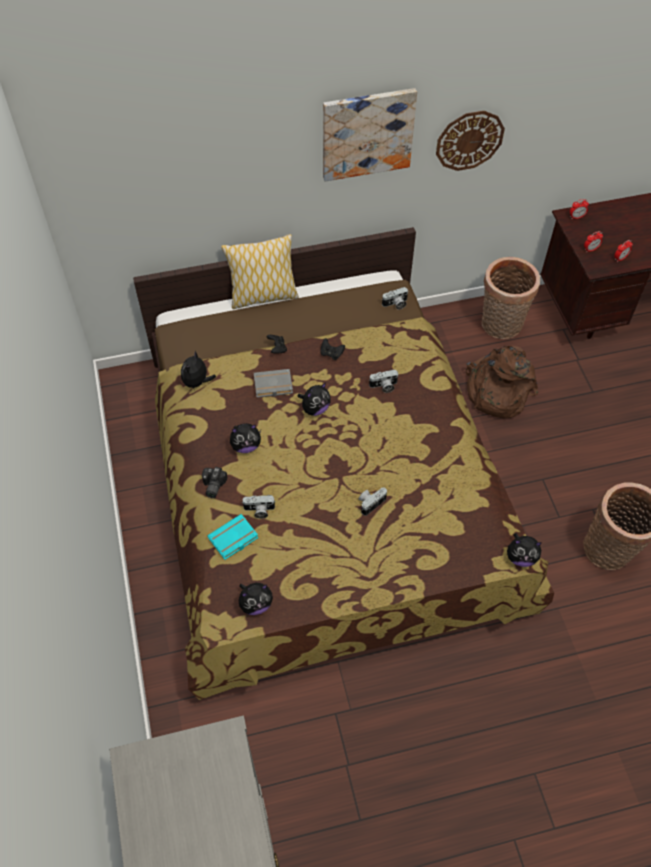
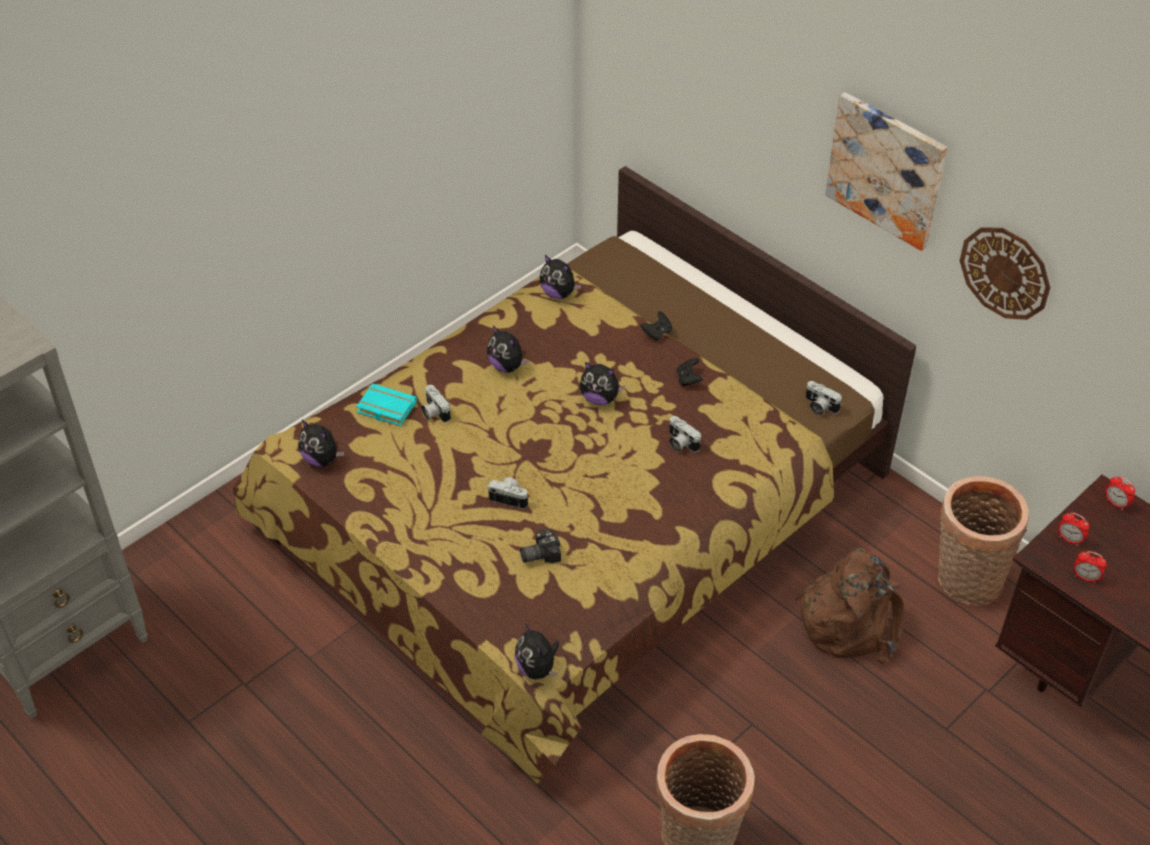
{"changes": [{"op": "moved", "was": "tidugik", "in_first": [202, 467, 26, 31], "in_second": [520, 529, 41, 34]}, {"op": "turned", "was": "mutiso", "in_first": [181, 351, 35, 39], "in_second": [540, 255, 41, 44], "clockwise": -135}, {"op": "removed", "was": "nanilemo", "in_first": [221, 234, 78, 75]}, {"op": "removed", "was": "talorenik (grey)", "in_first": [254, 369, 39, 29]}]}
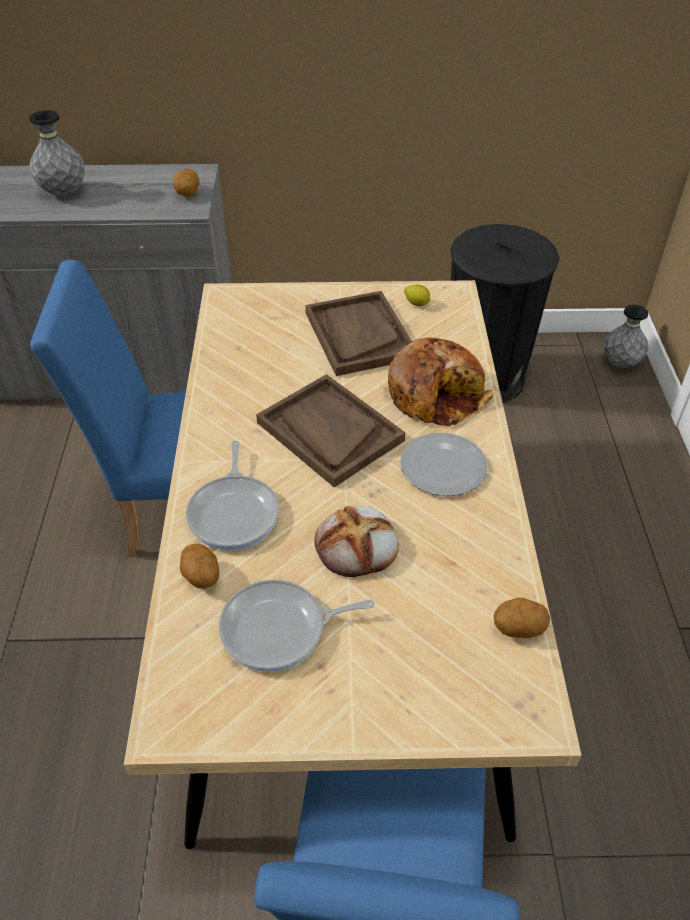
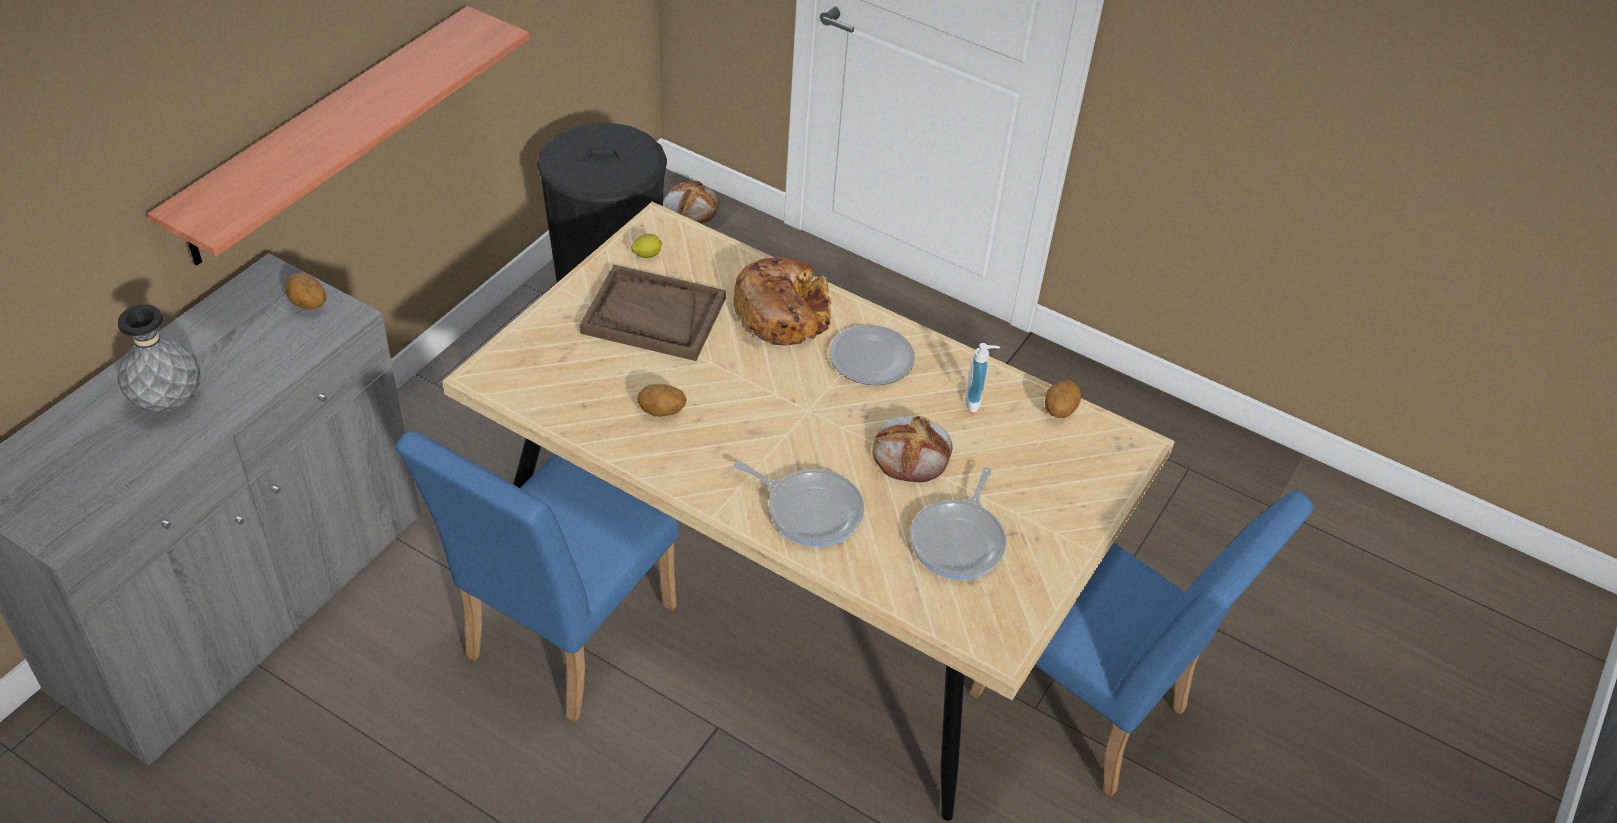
{"changes": [{"op": "added", "now": "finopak", "in_second": [148, 6, 381, 260]}, {"op": "moved", "was": "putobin", "in_first": [180, 544, 39, 45], "in_second": [638, 384, 49, 33]}, {"op": "replaced", "was": "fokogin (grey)", "now": "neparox", "in_first": [604, 304, 44, 64], "in_second": [663, 180, 57, 43]}, {"op": "added", "now": "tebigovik", "in_second": [965, 343, 35, 69]}, {"op": "removed", "was": "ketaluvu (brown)", "in_first": [256, 374, 149, 113]}]}
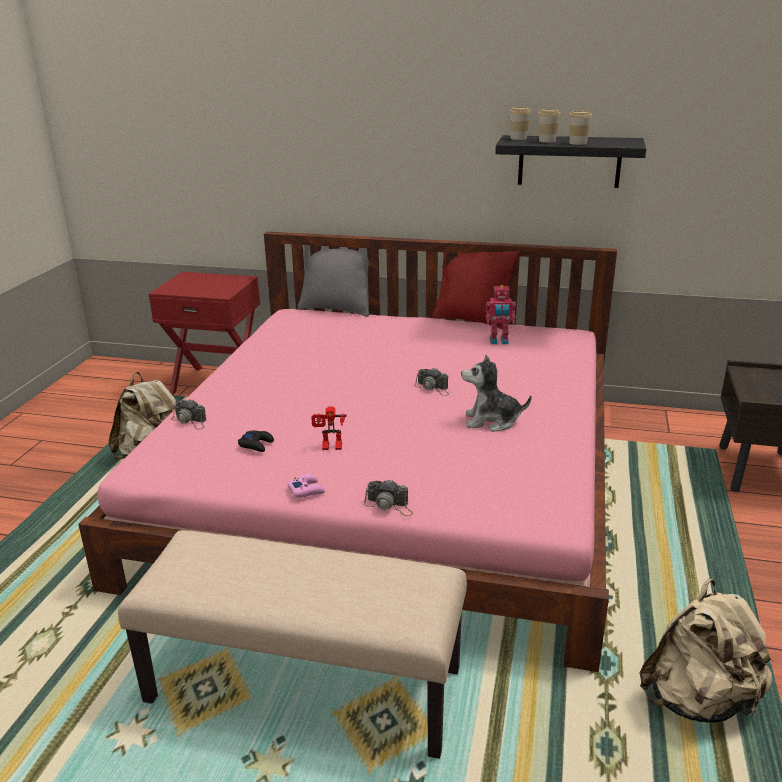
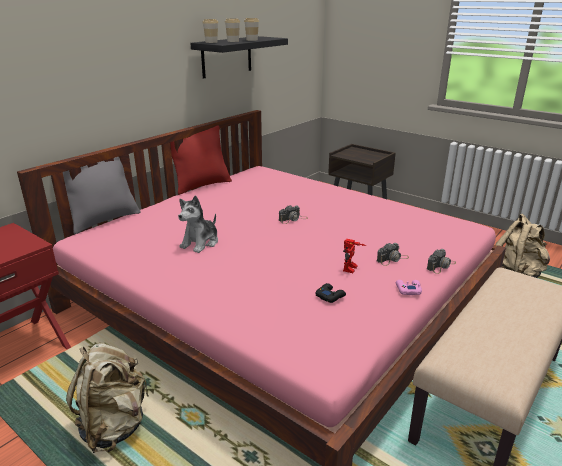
{"changes": [{"op": "moved", "was": "mutiso", "in_first": [461, 355, 71, 77], "in_second": [178, 195, 40, 58]}, {"op": "moved", "was": "tidugik", "in_first": [171, 399, 35, 30], "in_second": [377, 243, 32, 23]}, {"op": "removed", "was": "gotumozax", "in_first": [485, 285, 31, 59]}]}
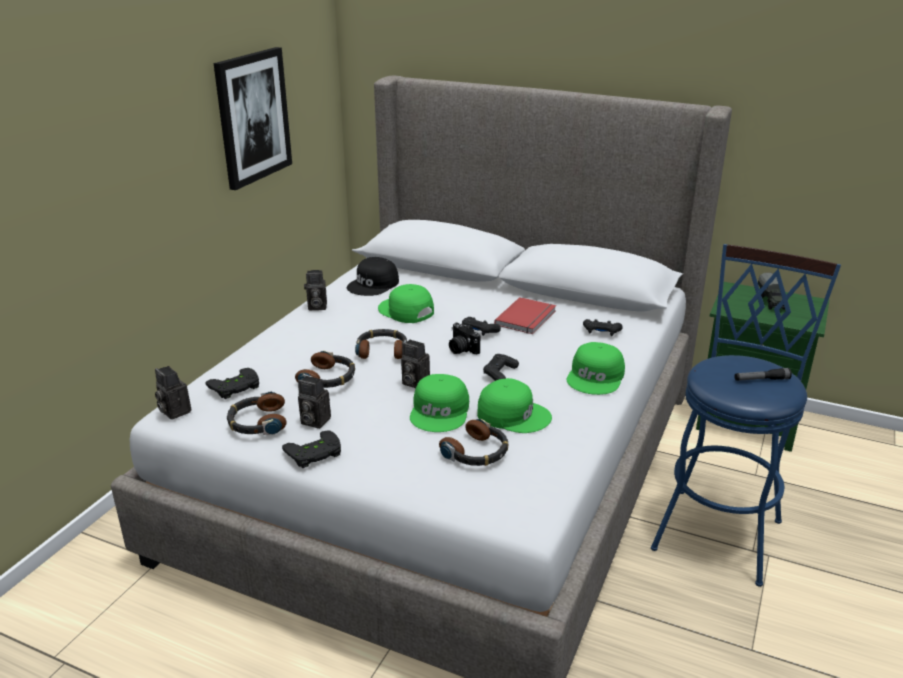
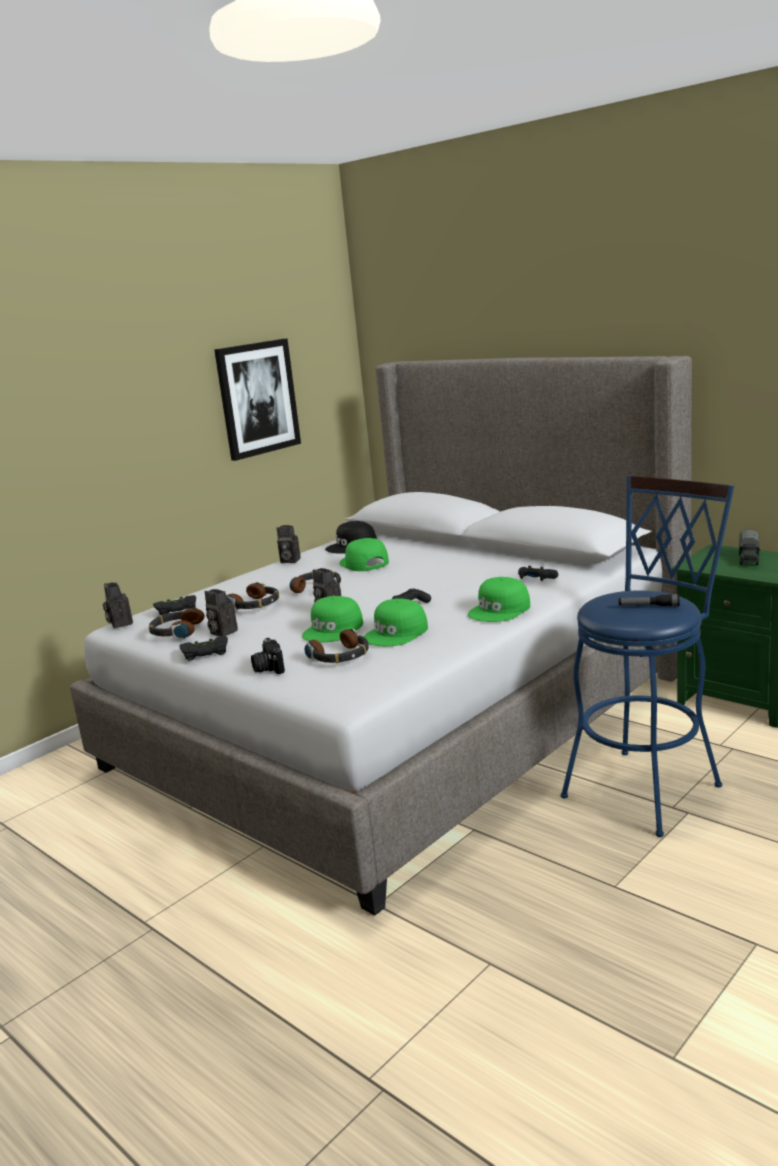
{"changes": [{"op": "moved", "was": "tidugik", "in_first": [449, 323, 31, 31], "in_second": [251, 638, 34, 36]}, {"op": "turned", "was": "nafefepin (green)", "in_first": [477, 378, 75, 55], "in_second": [364, 598, 64, 48], "clockwise": 90}, {"op": "removed", "was": "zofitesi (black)", "in_first": [462, 317, 39, 19]}, {"op": "removed", "was": "talorenik (red)", "in_first": [494, 297, 62, 37]}]}
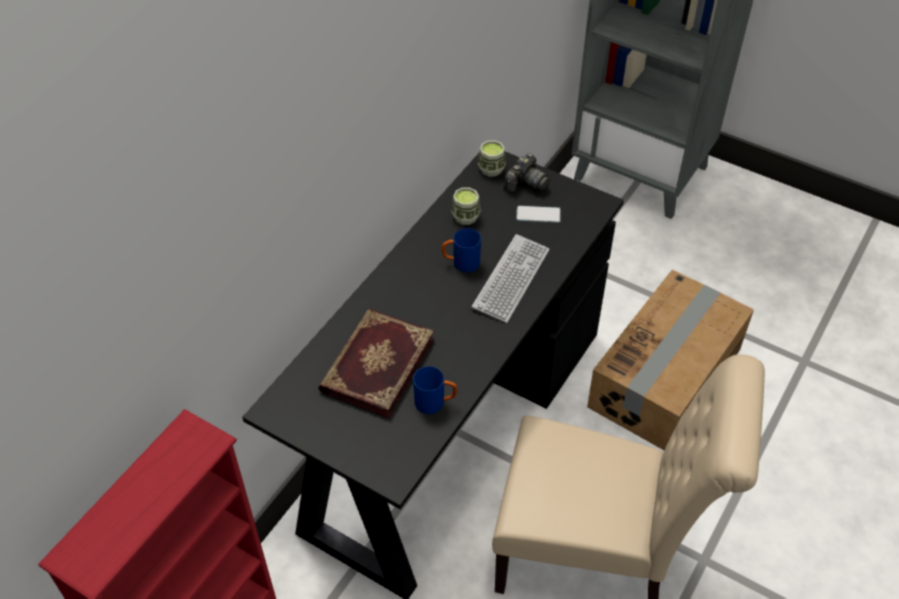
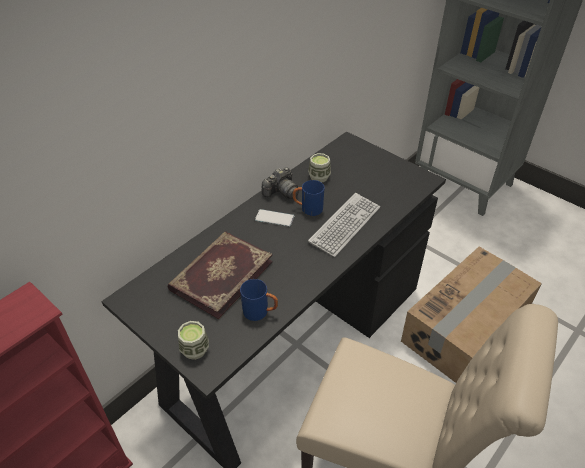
{"changes": [{"op": "moved", "was": "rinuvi", "in_first": [478, 140, 28, 37], "in_second": [178, 321, 31, 39]}, {"op": "moved", "was": "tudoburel", "in_first": [517, 206, 44, 17], "in_second": [255, 209, 39, 18]}, {"op": "moved", "was": "tidugik", "in_first": [504, 153, 46, 40], "in_second": [262, 167, 37, 32]}]}
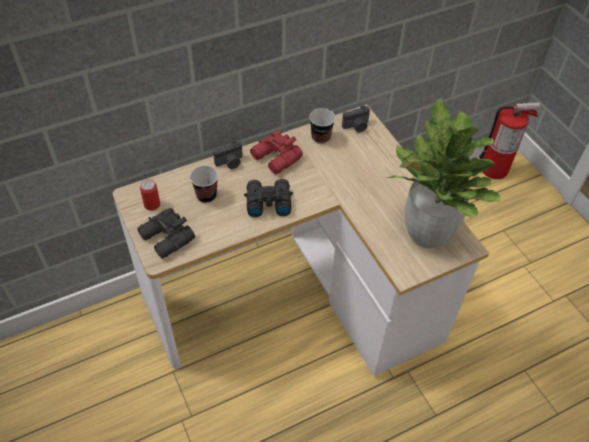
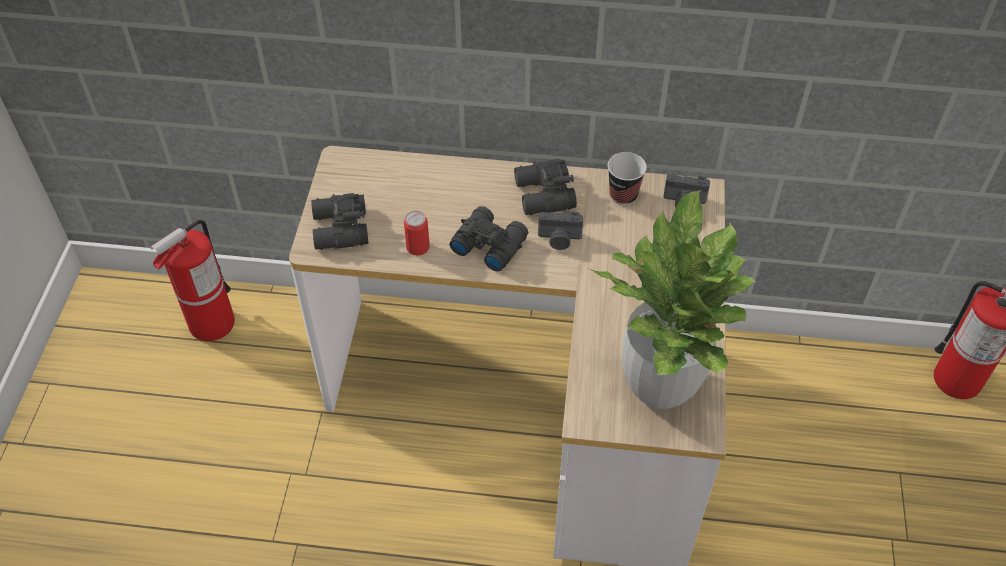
{"changes": [{"op": "added", "now": "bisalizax", "in_second": [150, 220, 85, 121]}, {"op": "moved", "was": "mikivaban", "in_first": [140, 179, 20, 31], "in_second": [404, 211, 26, 45]}, {"op": "recoloured", "was": "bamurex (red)", "now": "bamurex (black)", "in_first": [250, 130, 53, 44], "in_second": [514, 159, 63, 56]}, {"op": "moved", "was": "tidugik", "in_first": [213, 140, 30, 29], "in_second": [538, 211, 45, 39]}, {"op": "removed", "was": "rinuvi", "in_first": [190, 166, 28, 37]}]}
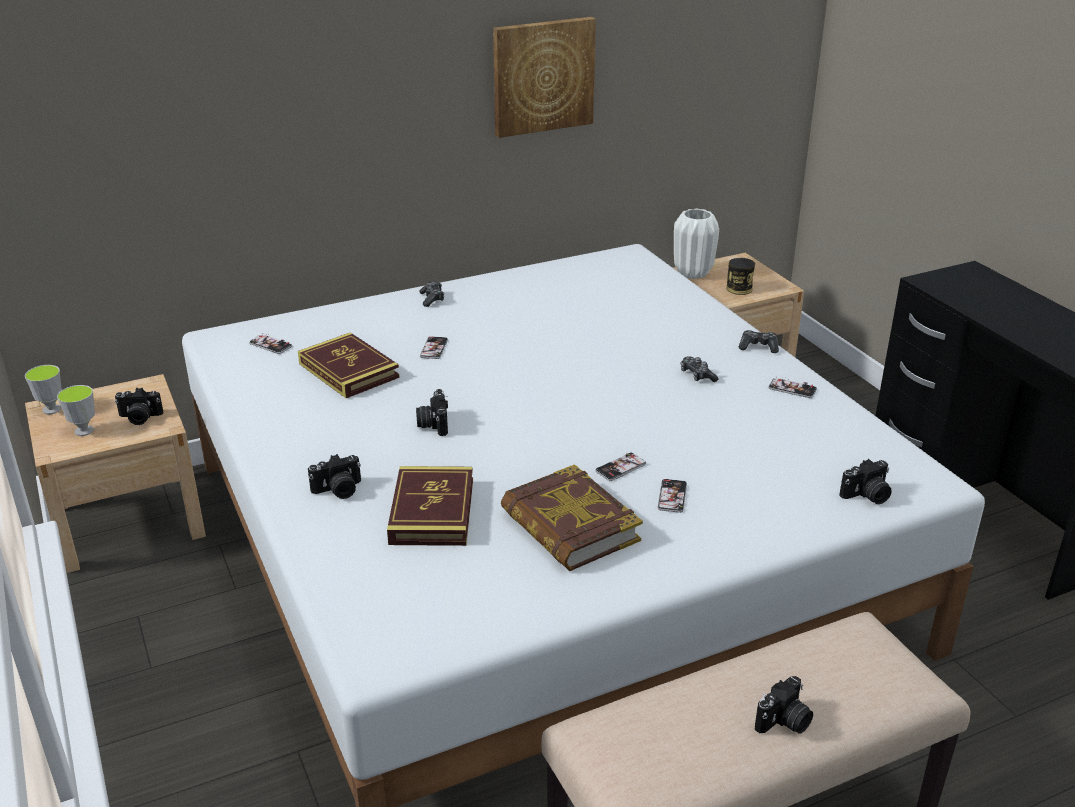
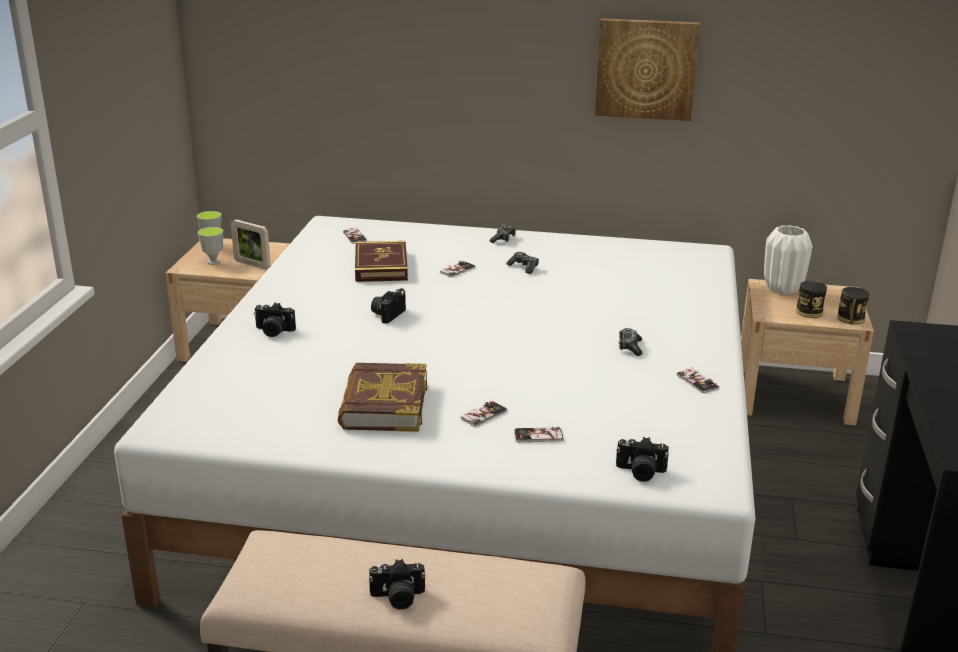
{"changes": [{"op": "replaced", "was": "tidugik", "now": "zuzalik", "in_first": [115, 387, 48, 38], "in_second": [231, 219, 40, 50]}, {"op": "moved", "was": "zofitesi", "in_first": [738, 330, 41, 23], "in_second": [506, 252, 33, 22]}, {"op": "moved", "was": "tudoburel", "in_first": [595, 453, 51, 28], "in_second": [514, 426, 50, 16]}, {"op": "added", "now": "mikivaban", "in_second": [837, 287, 33, 38]}, {"op": "removed", "was": "talorenik", "in_first": [387, 466, 86, 80]}]}
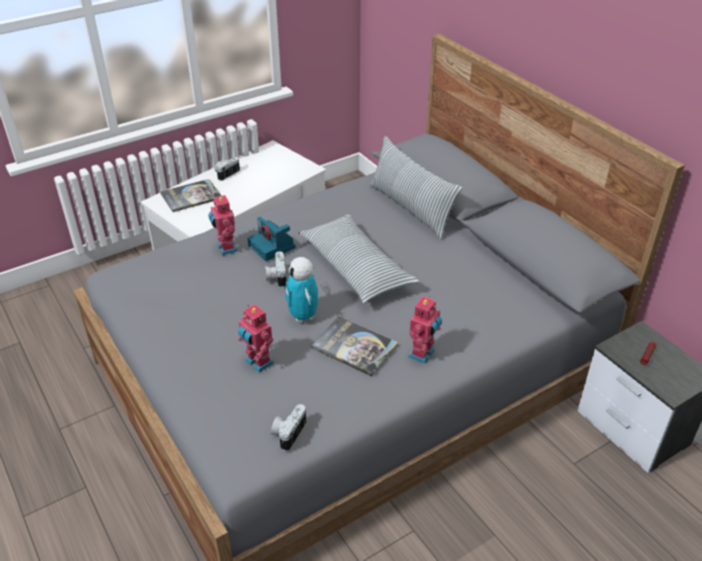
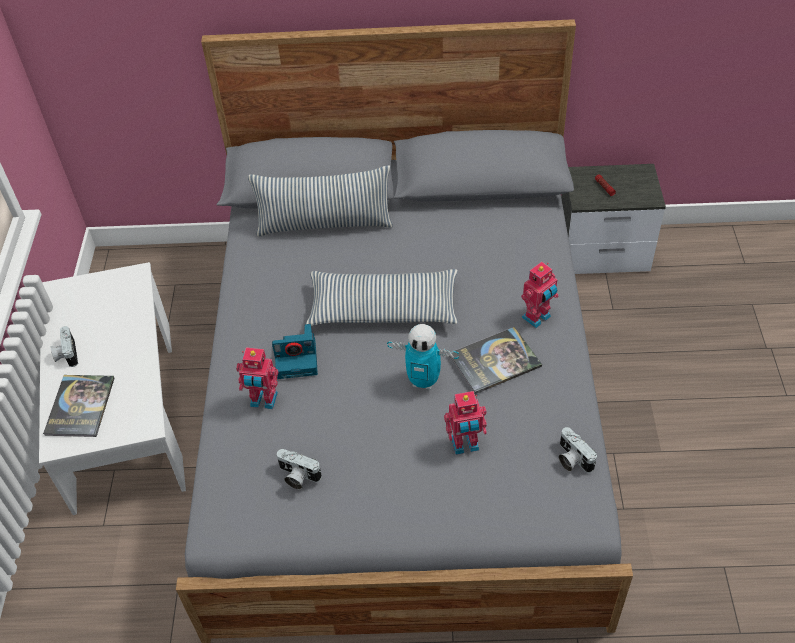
{"changes": [{"op": "moved", "was": "tidugik", "in_first": [265, 251, 22, 37], "in_second": [277, 449, 45, 40]}, {"op": "turned", "was": "gotumozax", "in_first": [408, 296, 34, 68], "in_second": [521, 262, 37, 66], "clockwise": 75}]}
